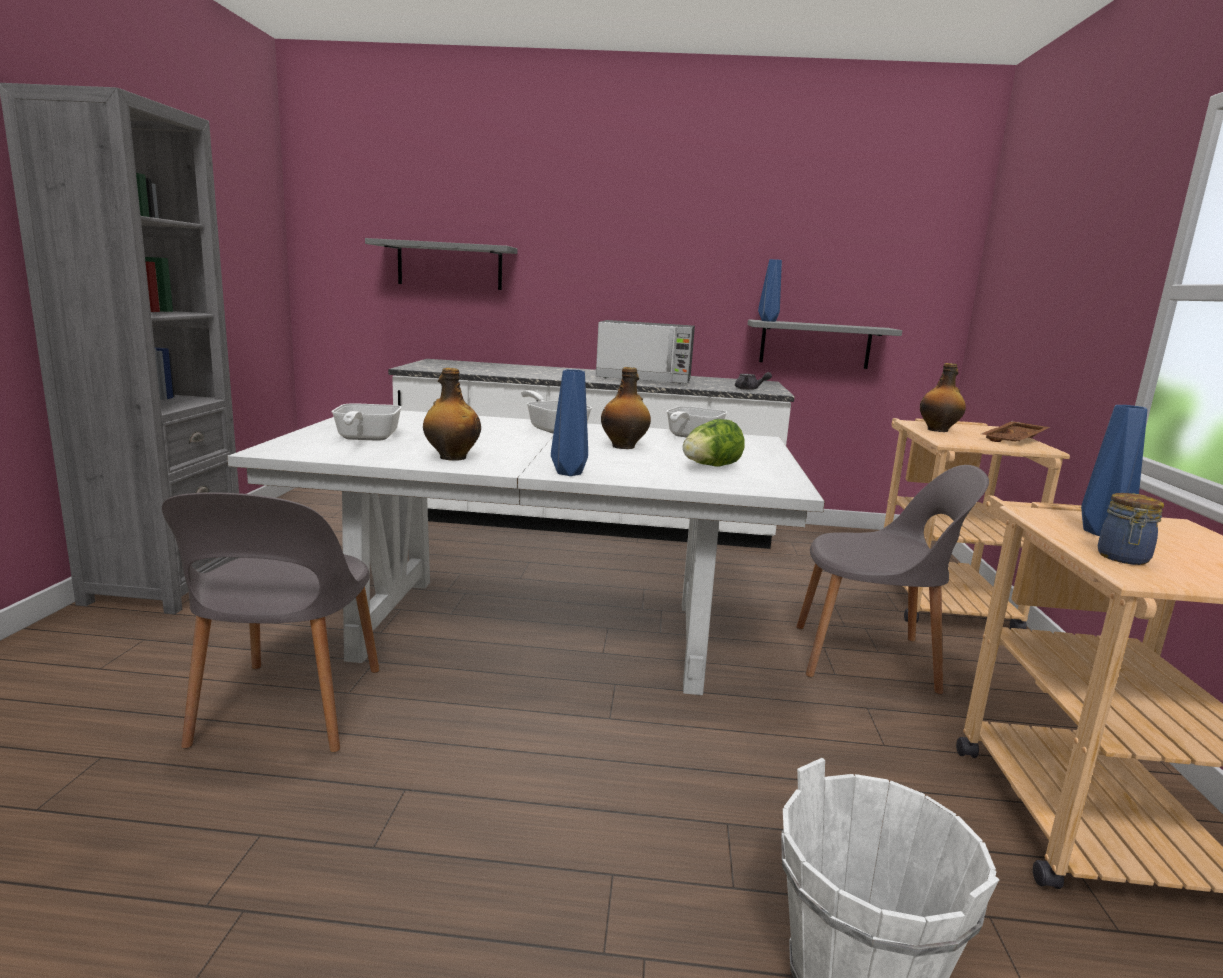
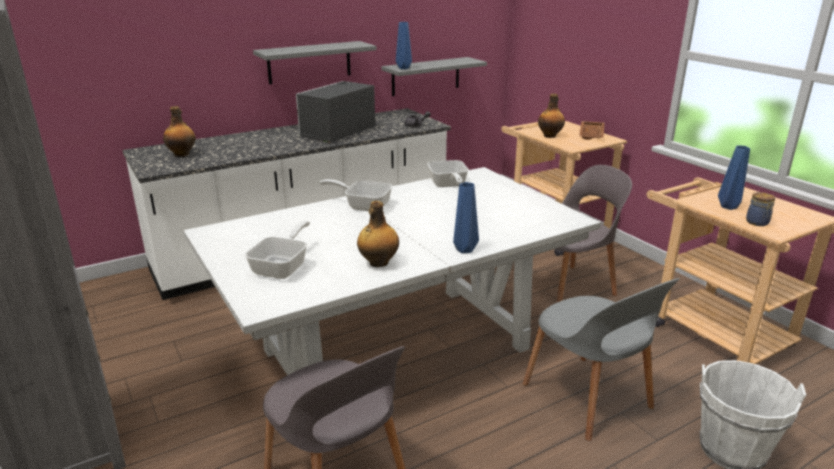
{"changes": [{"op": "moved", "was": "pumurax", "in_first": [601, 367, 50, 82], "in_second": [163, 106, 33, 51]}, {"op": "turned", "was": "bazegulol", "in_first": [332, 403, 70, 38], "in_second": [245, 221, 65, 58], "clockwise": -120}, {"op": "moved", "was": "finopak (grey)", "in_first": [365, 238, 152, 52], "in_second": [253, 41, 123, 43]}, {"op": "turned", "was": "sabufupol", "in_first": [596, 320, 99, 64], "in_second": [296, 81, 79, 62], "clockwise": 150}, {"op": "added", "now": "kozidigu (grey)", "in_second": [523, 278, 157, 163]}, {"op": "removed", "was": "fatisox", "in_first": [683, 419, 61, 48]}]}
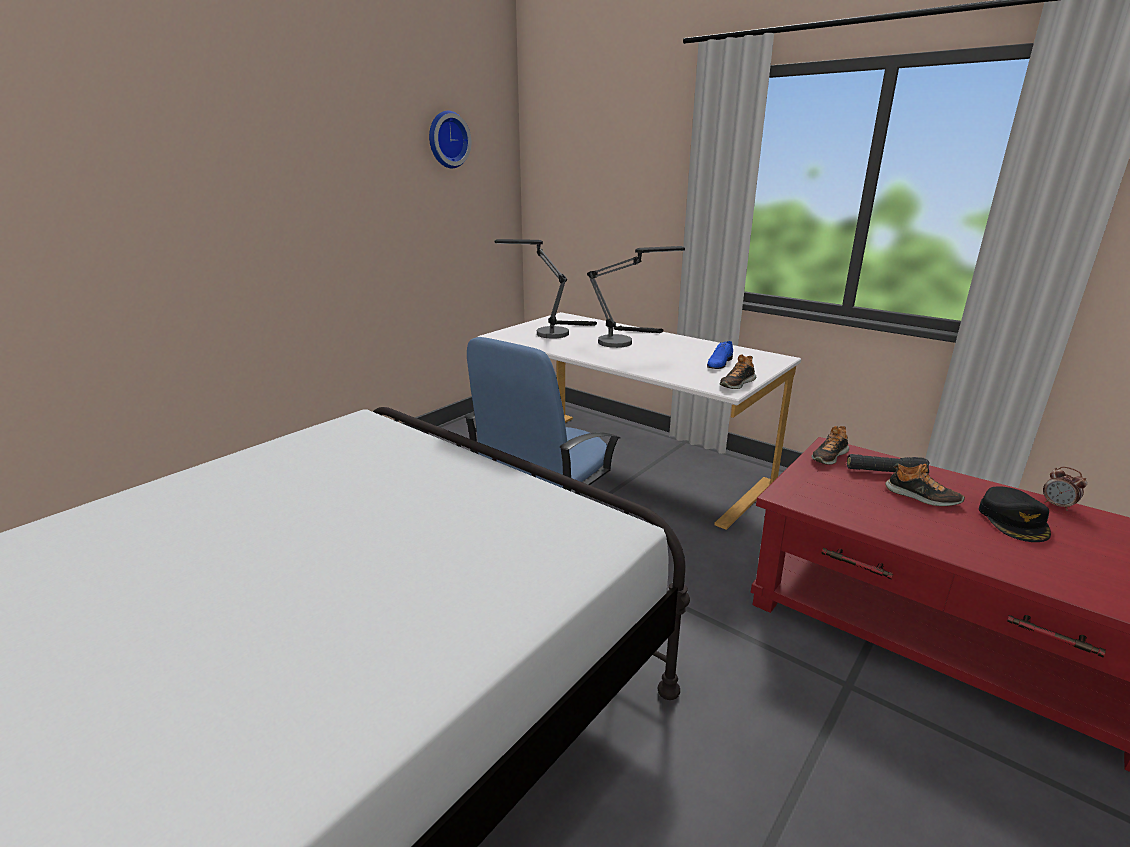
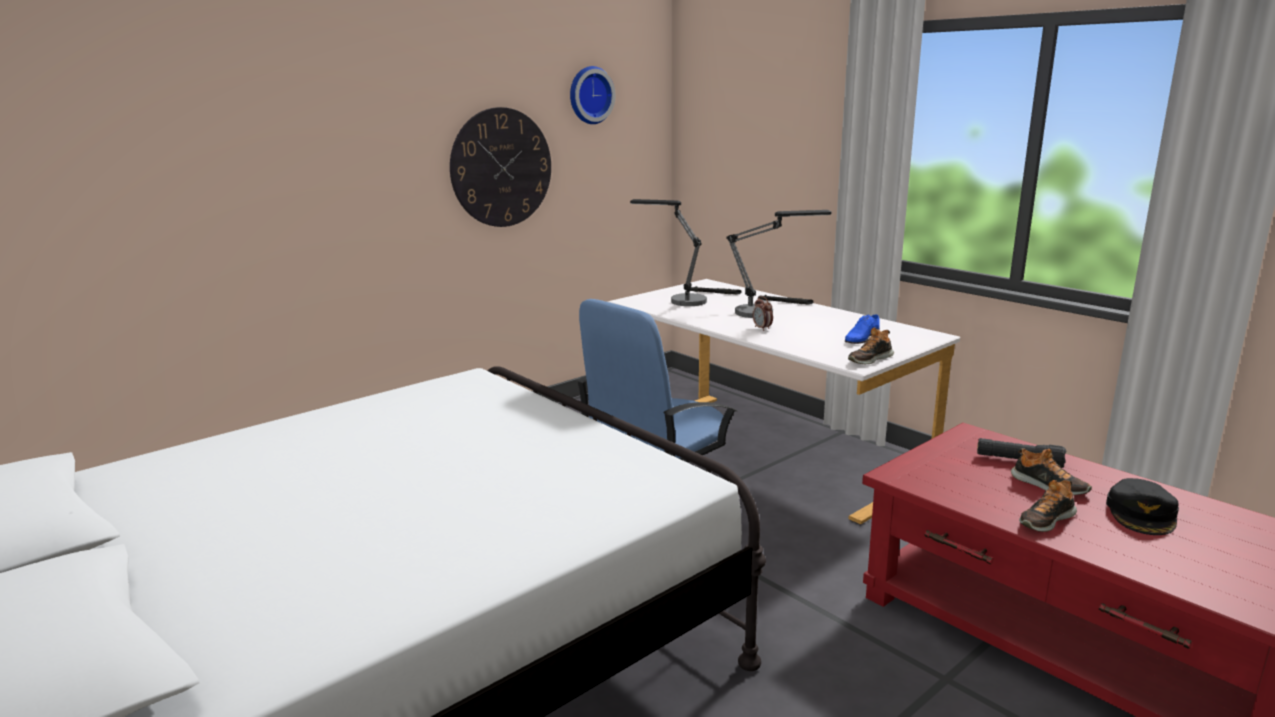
{"changes": [{"op": "added", "now": "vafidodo", "in_second": [450, 107, 101, 120]}, {"op": "moved", "was": "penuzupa", "in_first": [1043, 467, 44, 44], "in_second": [753, 296, 20, 35]}, {"op": "moved", "was": "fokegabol", "in_first": [811, 426, 38, 39], "in_second": [1019, 480, 58, 52]}]}
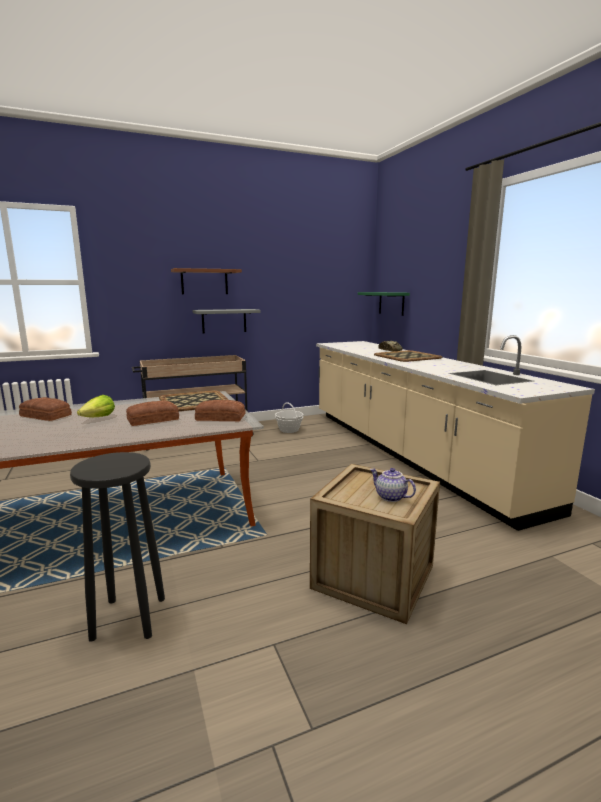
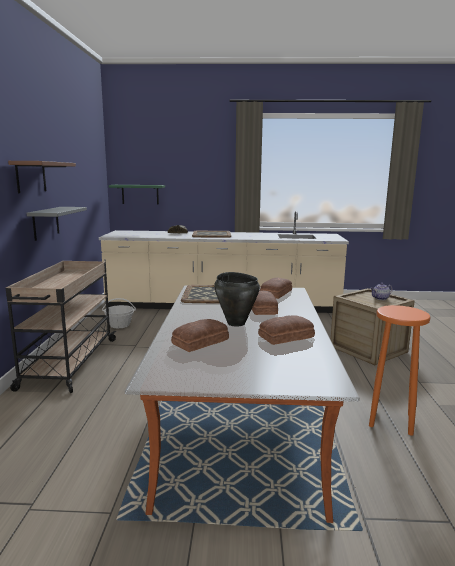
{"changes": [{"op": "replaced", "was": "fatisox", "now": "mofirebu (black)", "in_first": [77, 395, 38, 22], "in_second": [214, 272, 46, 55]}, {"op": "added", "now": "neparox", "in_second": [258, 316, 57, 29]}, {"op": "recoloured", "was": "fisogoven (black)", "now": "fisogoven (orange)", "in_first": [70, 452, 95, 190], "in_second": [369, 305, 62, 131]}]}
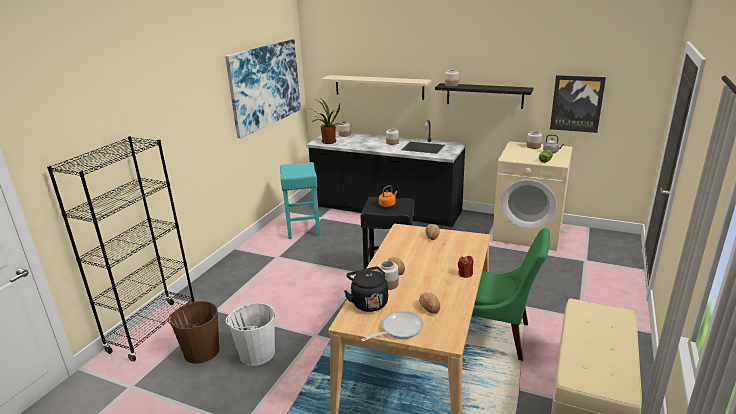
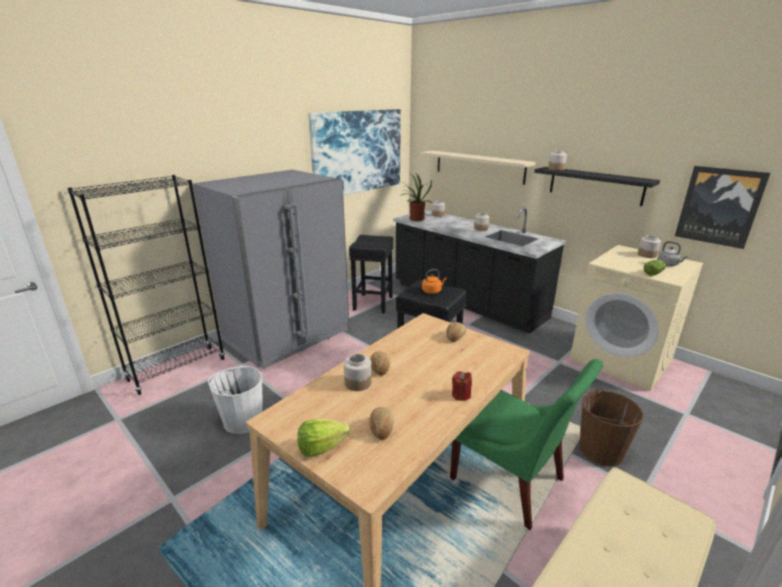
{"changes": [{"op": "added", "now": "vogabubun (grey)", "in_second": [193, 170, 156, 199]}, {"op": "replaced", "was": "bazegulol", "now": "fatisox", "in_first": [361, 311, 63, 31], "in_second": [297, 418, 53, 39]}, {"op": "recoloured", "was": "fisogoven (turquoise)", "now": "fisogoven (black)", "in_first": [280, 162, 40, 77], "in_second": [349, 235, 44, 78]}, {"op": "moved", "was": "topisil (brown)", "in_first": [168, 301, 52, 63], "in_second": [579, 388, 64, 78]}, {"op": "removed", "was": "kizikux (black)", "in_first": [344, 266, 44, 46]}]}
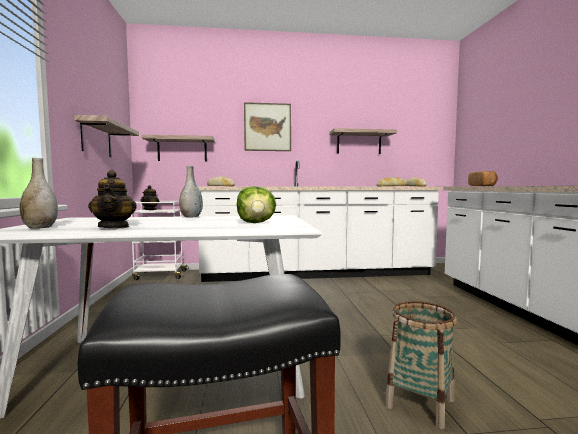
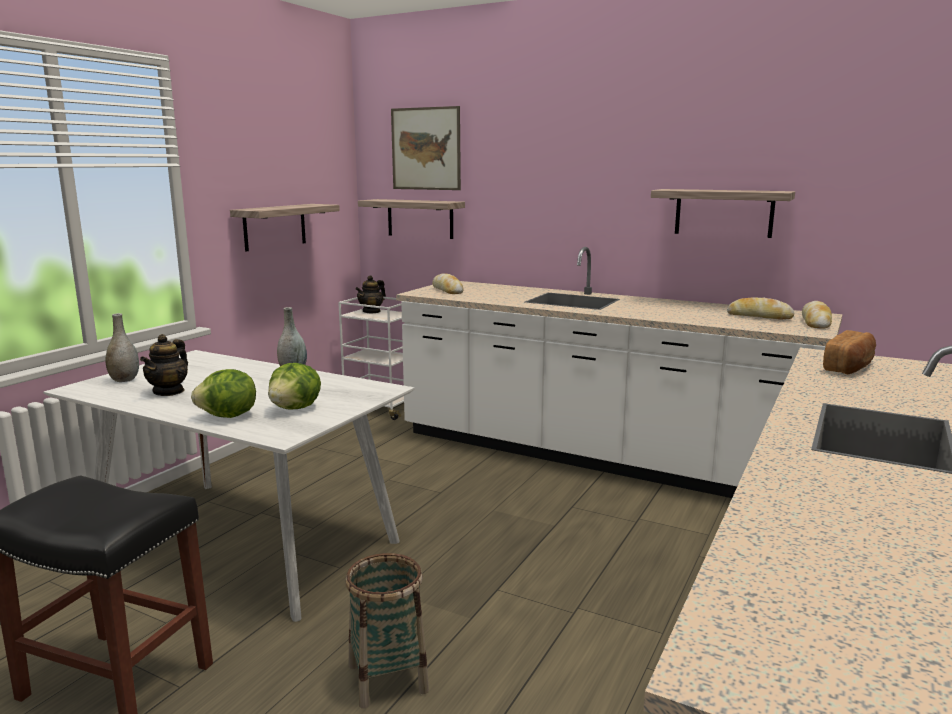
{"changes": [{"op": "added", "now": "fatisox", "in_second": [191, 369, 65, 49]}, {"op": "moved", "was": "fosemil", "in_first": [244, 102, 47, 49], "in_second": [391, 106, 70, 84]}]}
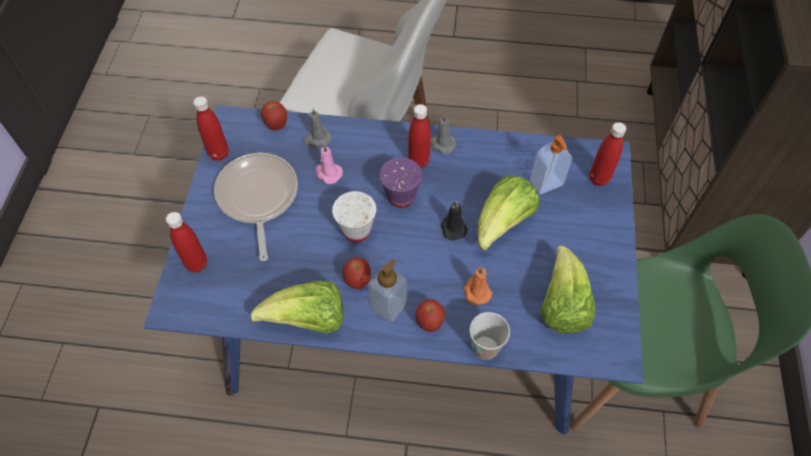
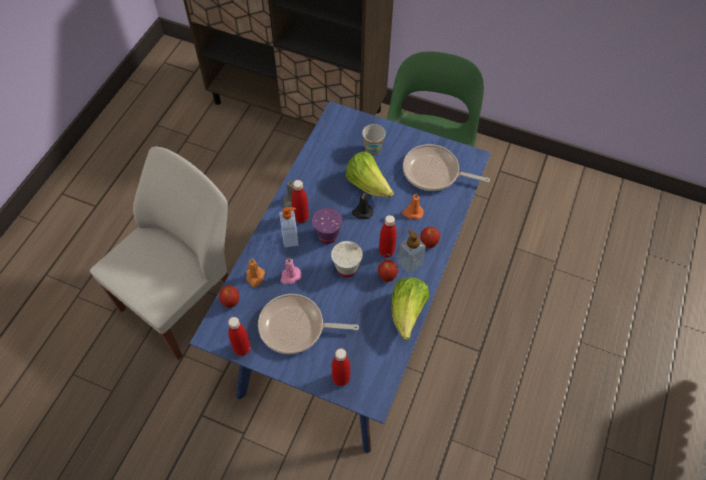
{"changes": [{"op": "recoloured", "was": "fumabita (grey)", "now": "fumabita (orange)", "in_first": [303, 108, 28, 39], "in_second": [246, 258, 19, 29]}, {"op": "moved", "was": "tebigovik", "in_first": [530, 135, 42, 59], "in_second": [279, 207, 19, 40]}, {"op": "moved", "was": "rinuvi", "in_first": [470, 312, 40, 48], "in_second": [362, 124, 24, 32]}, {"op": "moved", "was": "pumurax (red)", "in_first": [589, 122, 37, 64], "in_second": [379, 215, 18, 42]}, {"op": "replaced", "was": "fatisox", "now": "bazegulol", "in_first": [540, 246, 56, 87], "in_second": [403, 144, 87, 47]}]}
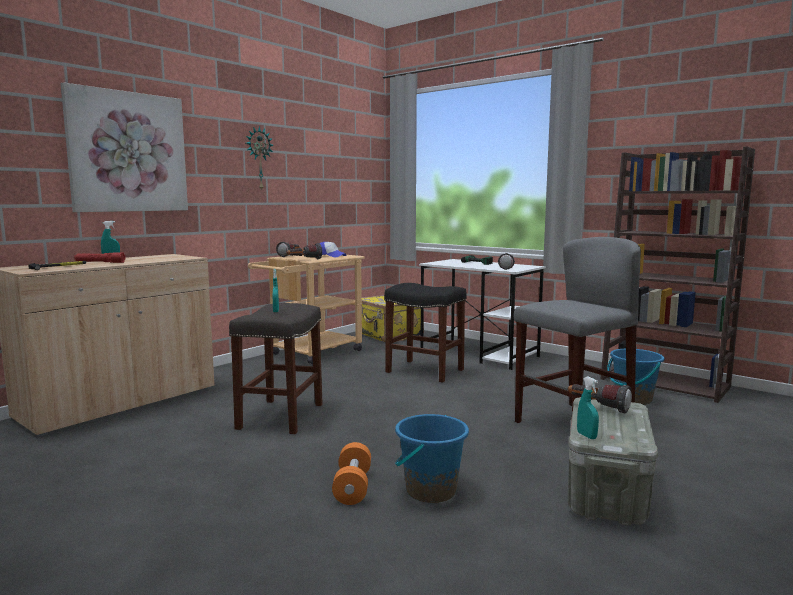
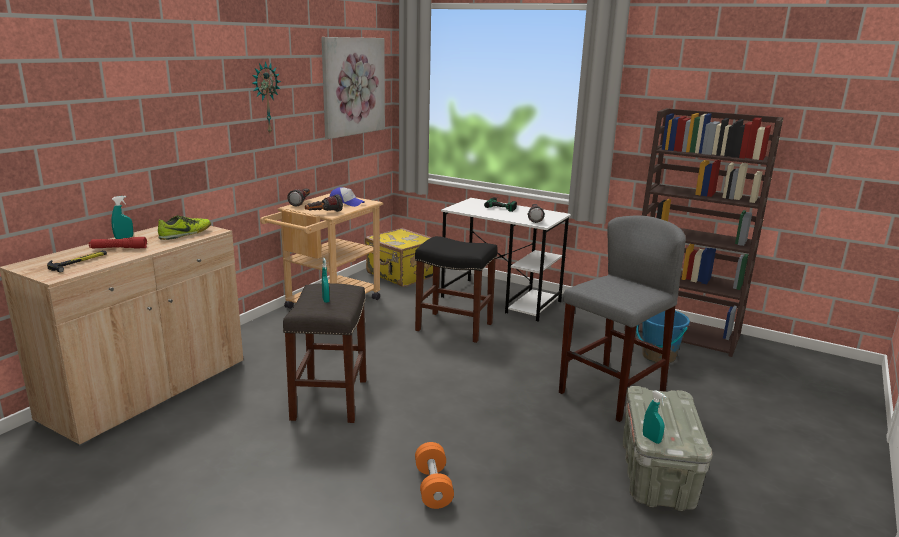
{"changes": [{"op": "added", "now": "fokegabol", "in_second": [158, 215, 53, 25]}, {"op": "moved", "was": "fosemil", "in_first": [61, 82, 127, 130], "in_second": [321, 37, 64, 102]}, {"op": "removed", "was": "topisil (blue)", "in_first": [395, 414, 74, 89]}, {"op": "removed", "was": "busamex", "in_first": [568, 384, 64, 29]}]}
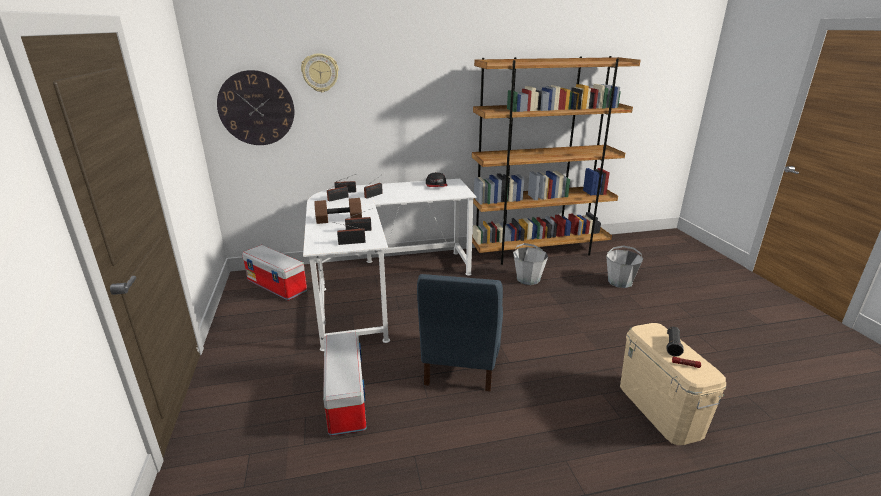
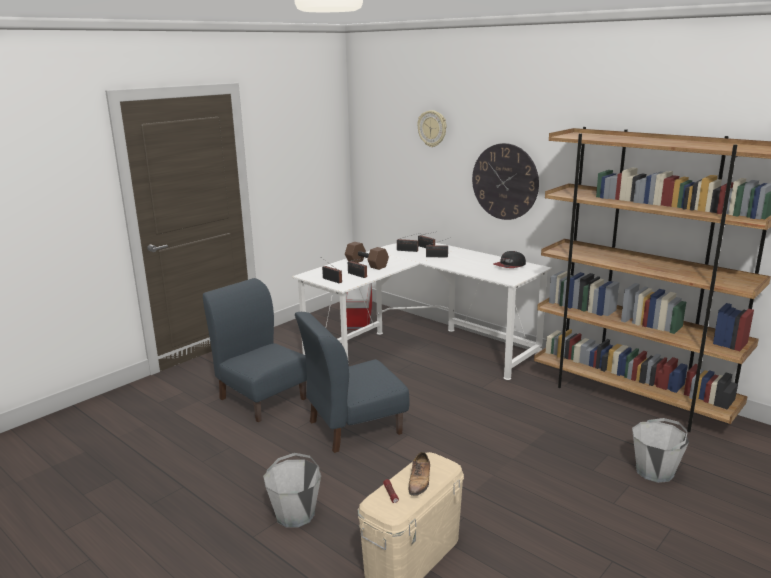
{"changes": [{"op": "replaced", "was": "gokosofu", "now": "kozidigu (blue)", "in_first": [323, 332, 44, 104], "in_second": [203, 278, 104, 144]}, {"op": "moved", "was": "topisil (grey)", "in_first": [513, 243, 35, 42], "in_second": [263, 453, 58, 75]}, {"op": "replaced", "was": "busamex (black)", "now": "fokegabol", "in_first": [667, 327, 17, 29], "in_second": [409, 452, 21, 44]}, {"op": "moved", "was": "vafidodo", "in_first": [217, 70, 77, 75], "in_second": [472, 143, 67, 77]}]}
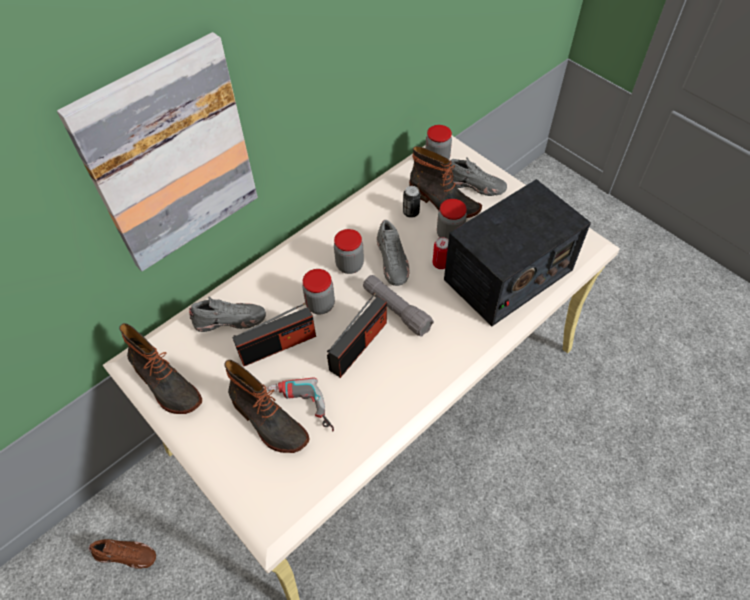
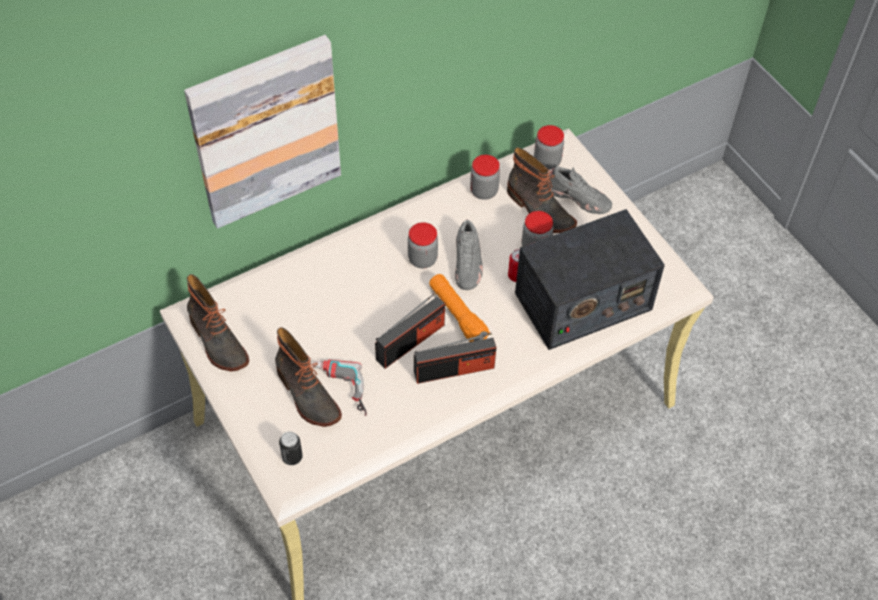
{"changes": [{"op": "moved", "was": "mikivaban", "in_first": [403, 186, 18, 32], "in_second": [279, 431, 24, 34]}, {"op": "moved", "was": "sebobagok", "in_first": [232, 303, 84, 63], "in_second": [414, 333, 82, 51]}, {"op": "recoloured", "was": "busamex (grey)", "now": "busamex (orange)", "in_first": [363, 275, 71, 62], "in_second": [429, 274, 61, 68]}, {"op": "moved", "was": "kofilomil", "in_first": [302, 269, 33, 45], "in_second": [470, 155, 30, 45]}, {"op": "removed", "was": "fokegabol (brown)", "in_first": [89, 539, 67, 30]}, {"op": "removed", "was": "fokegabol (grey)", "in_first": [189, 297, 77, 35]}]}
